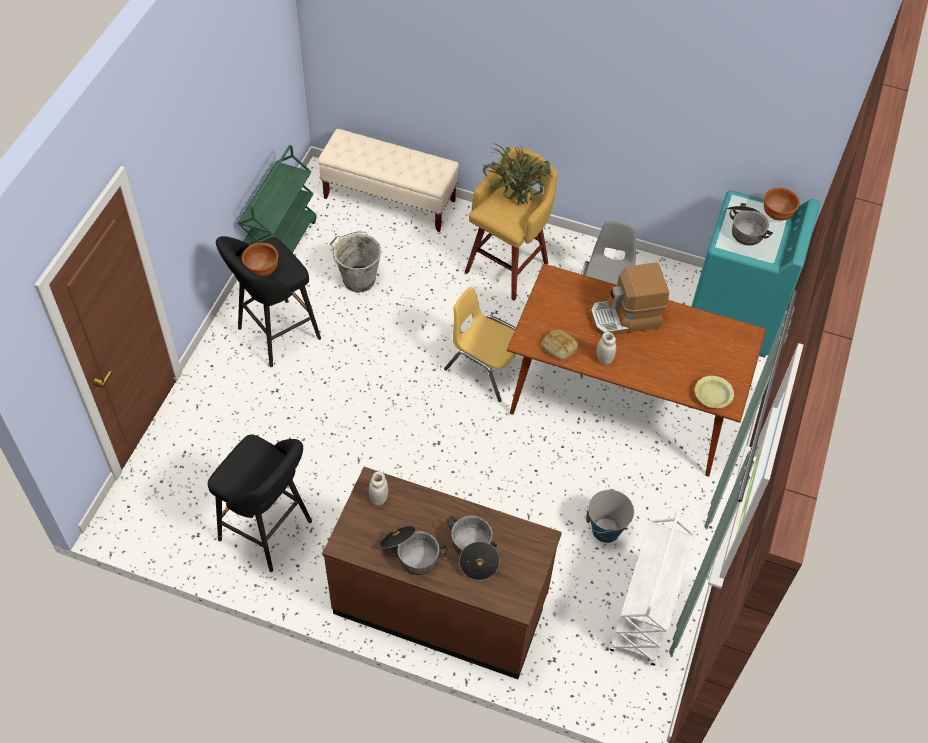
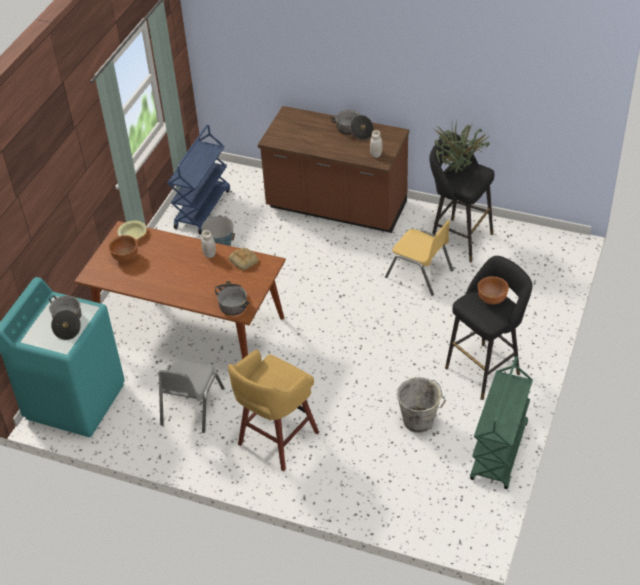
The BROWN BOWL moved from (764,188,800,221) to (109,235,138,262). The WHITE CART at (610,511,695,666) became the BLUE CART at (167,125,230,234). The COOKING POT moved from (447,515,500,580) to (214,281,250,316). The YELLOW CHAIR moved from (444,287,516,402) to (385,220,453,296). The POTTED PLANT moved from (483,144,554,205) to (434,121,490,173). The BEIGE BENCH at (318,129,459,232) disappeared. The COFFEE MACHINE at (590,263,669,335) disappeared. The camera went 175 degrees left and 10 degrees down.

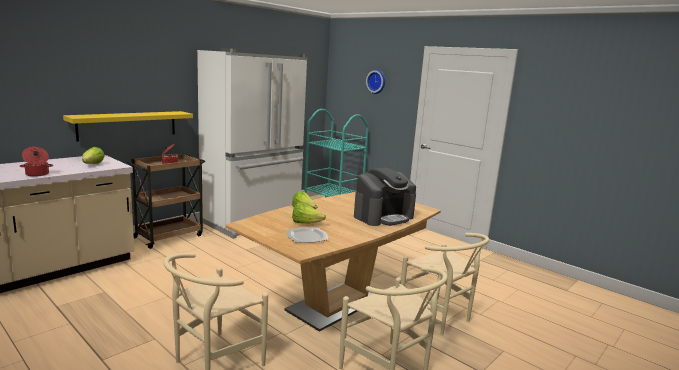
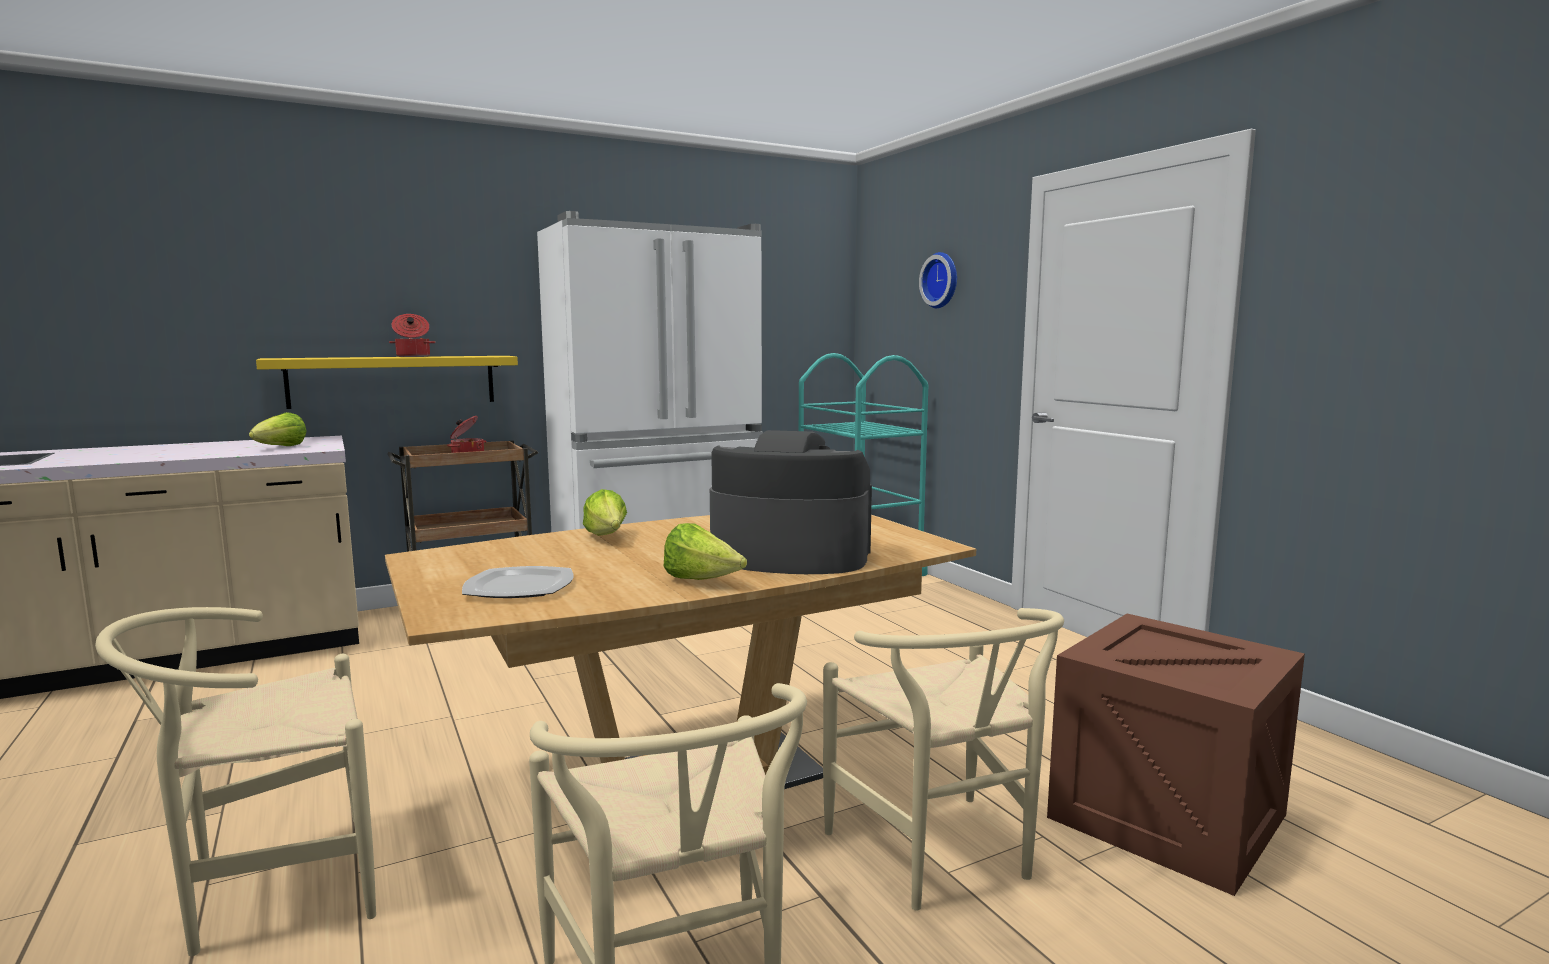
The COOKING POT moved from (20,147,53,177) to (389,314,435,357). The LETTUCE moved from (292,203,326,224) to (664,523,747,580). The COFFEE MACHINE at (354,168,416,226) turned 150 degrees counterclockwise. The CRATE at (1047,614,1305,896) appeared. The camera went 20 degrees right and 5 degrees down.

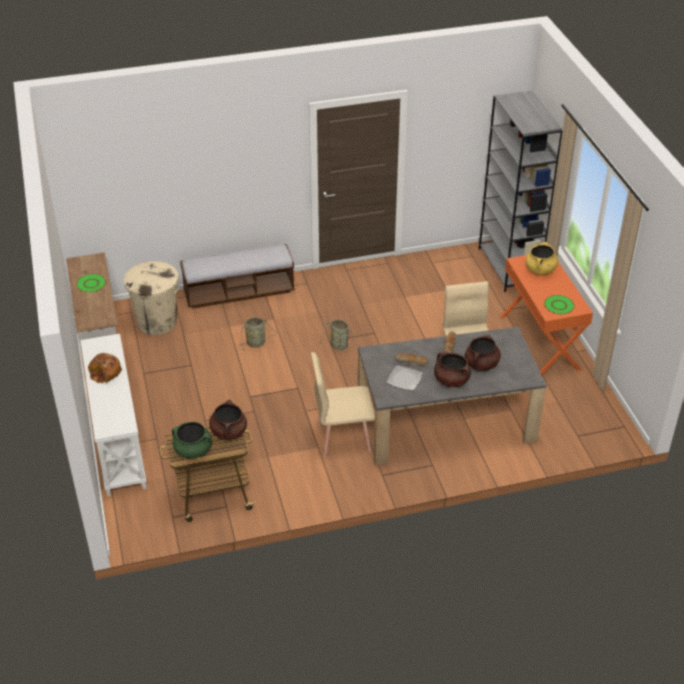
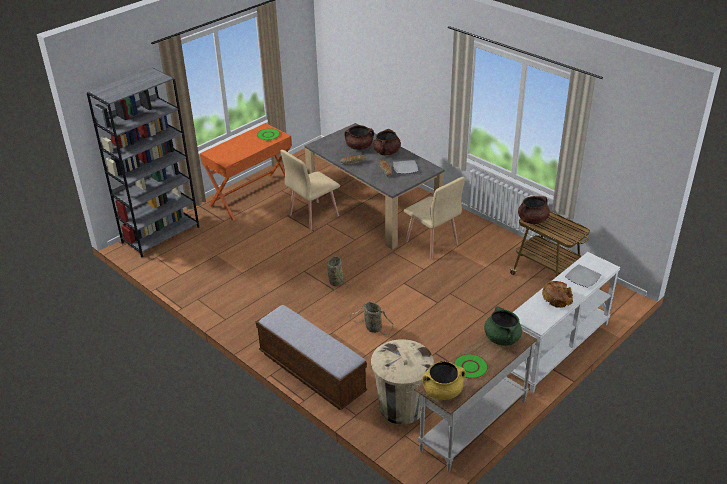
The YELLOW COOKING POT moved from (526,242,558,275) to (422,361,466,400). The GREEN COOKING POT moved from (172,422,212,458) to (484,306,522,346). The PLATE at (565,264,601,287) appeared. The camera went 120 degrees left and 5 degrees down.

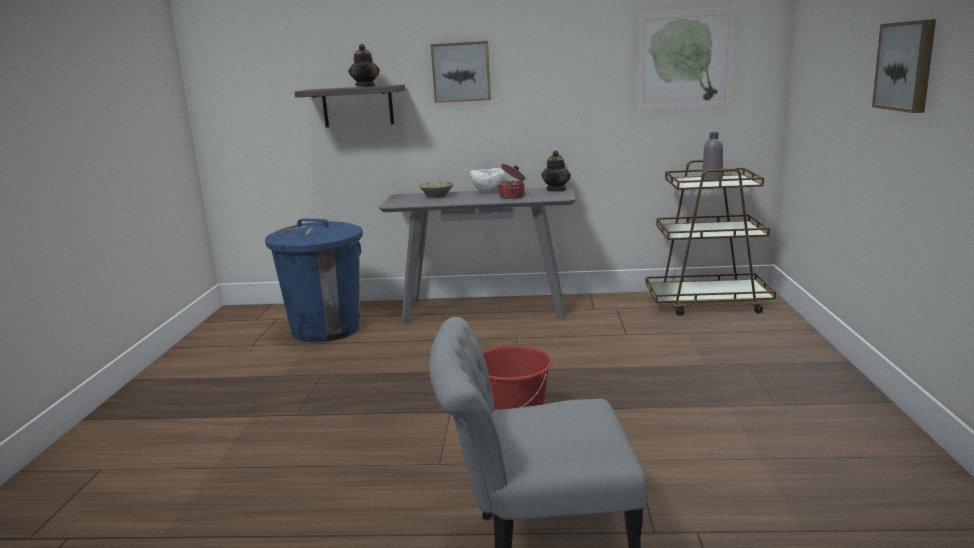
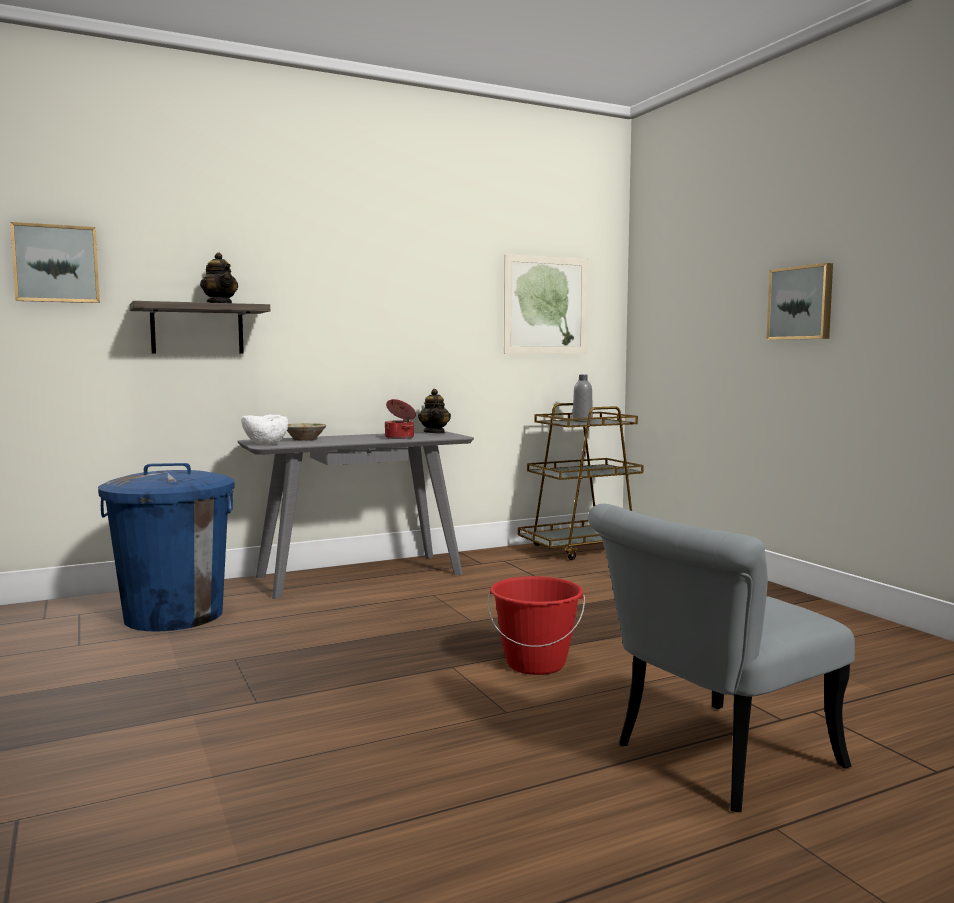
The PICTURE moved from (431,41,491,103) to (10,222,100,303). The WHITE BOWL moved from (470,168,505,193) to (241,414,288,445). The camera went 30 degrees left and 10 degrees down.

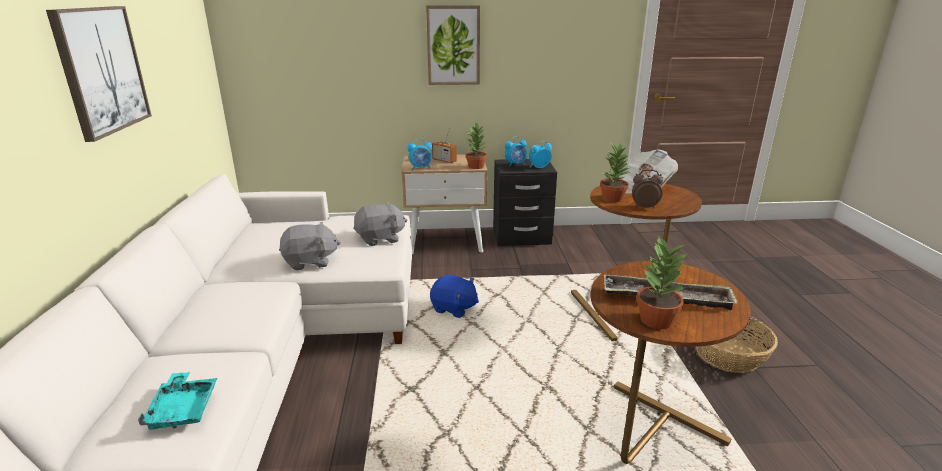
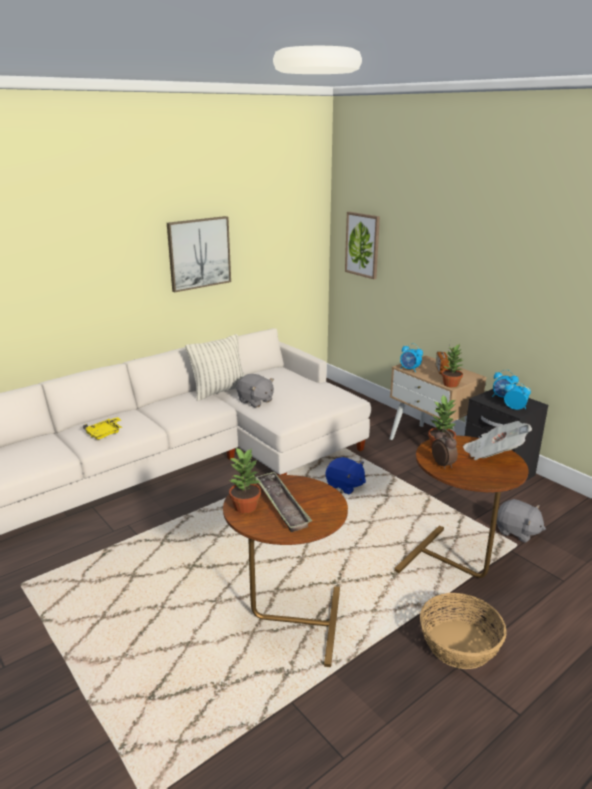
The TURQUOISE TRAY at (138,372,217,430) became the YELLOW TRAY at (83,417,122,439). The PILLOW at (185,334,245,401) appeared. The BLUE PLUSH TOY at (430,275,479,318) turned 45 degrees counterclockwise. The PICTURE moved from (426,5,480,85) to (345,212,380,279). The GREY PLUSH TOY moved from (353,202,407,246) to (496,499,546,543). The camera went 55 degrees right and 0 degrees up.

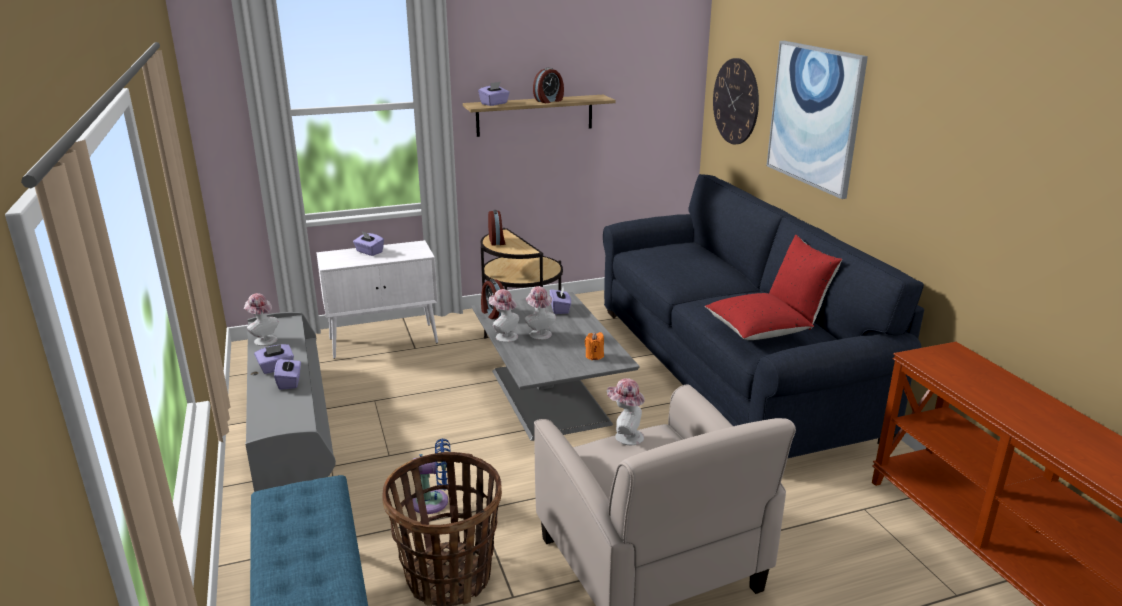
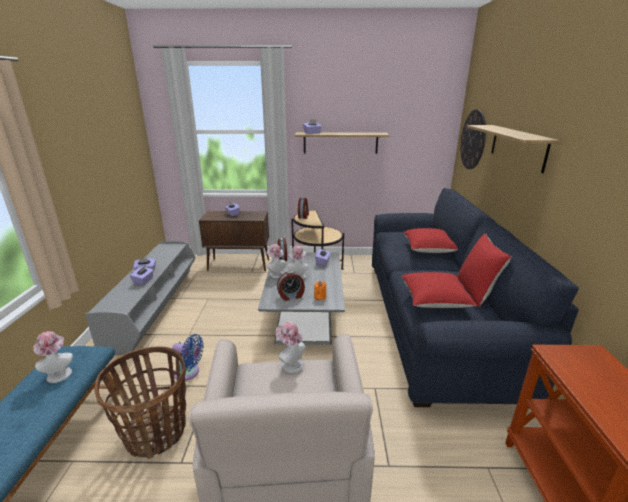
The HAT moved from (244,293,279,346) to (33,331,72,383). The WHITE CABINET at (316,240,438,359) became the BROWN CABINET at (199,211,269,271). The ALARM CLOCK moved from (533,68,564,103) to (277,271,305,301). The RED PILLOW at (403,228,458,253) appeared. The PICTURE at (767,41,868,199) was replaced by the SHELF at (467,125,560,173). The camera went 20 degrees right and 0 degrees up.

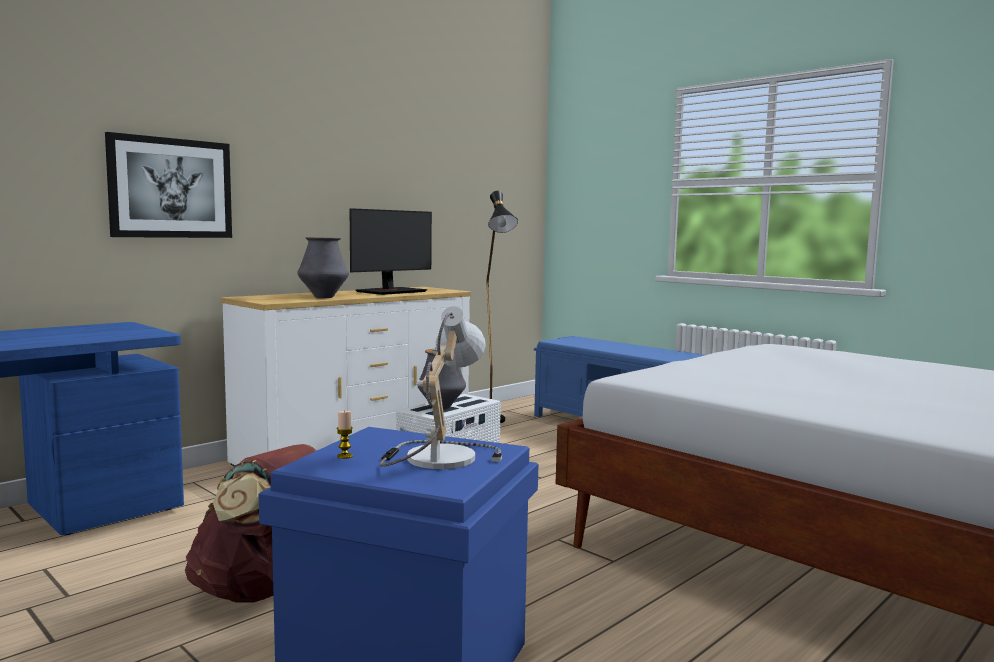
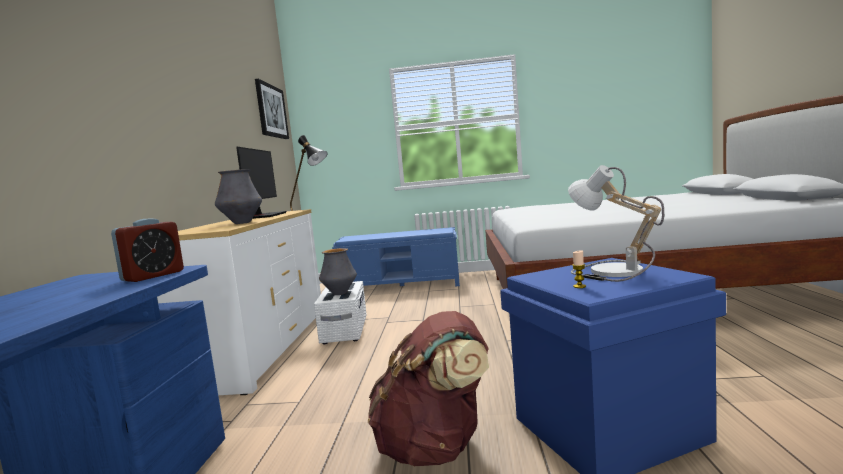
The ALARM CLOCK at (111,218,184,282) appeared. The PICTURE moved from (105,132,232,238) to (255,79,289,139). The camera went 40 degrees left and 0 degrees up.

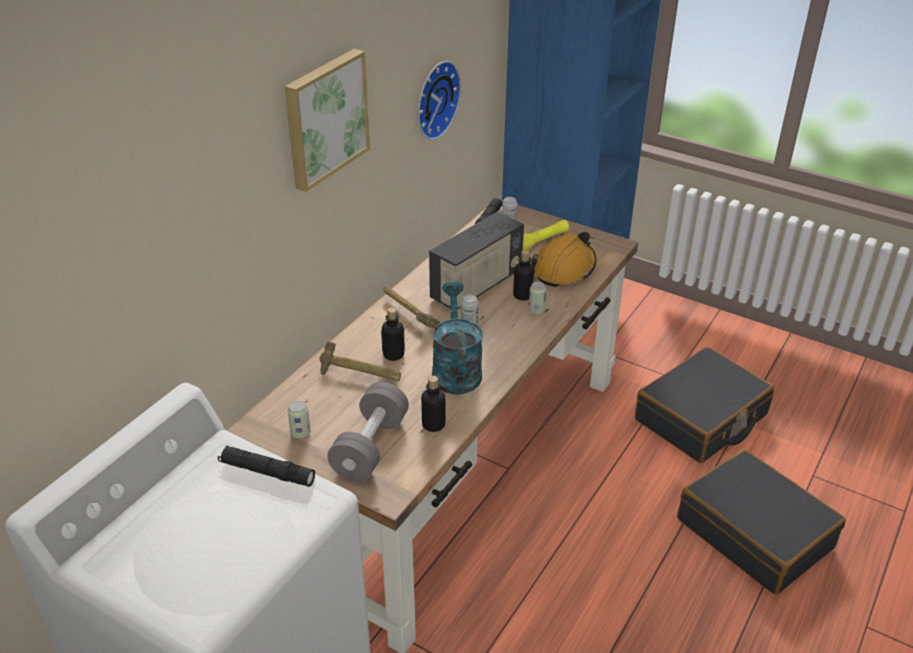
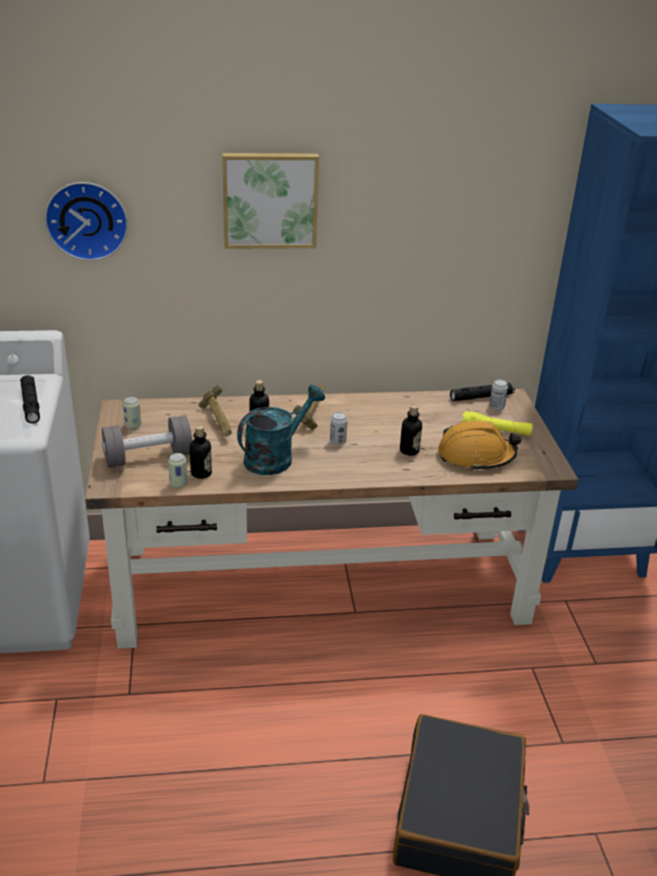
The WALL CLOCK moved from (418,61,461,140) to (44,182,128,261). The CAN moved from (529,282,546,315) to (168,453,188,488). The RADIO at (429,212,524,309) disappeared. The BLACK SUITCASE at (635,347,774,463) disappeared. The camera went 50 degrees right and 5 degrees down.

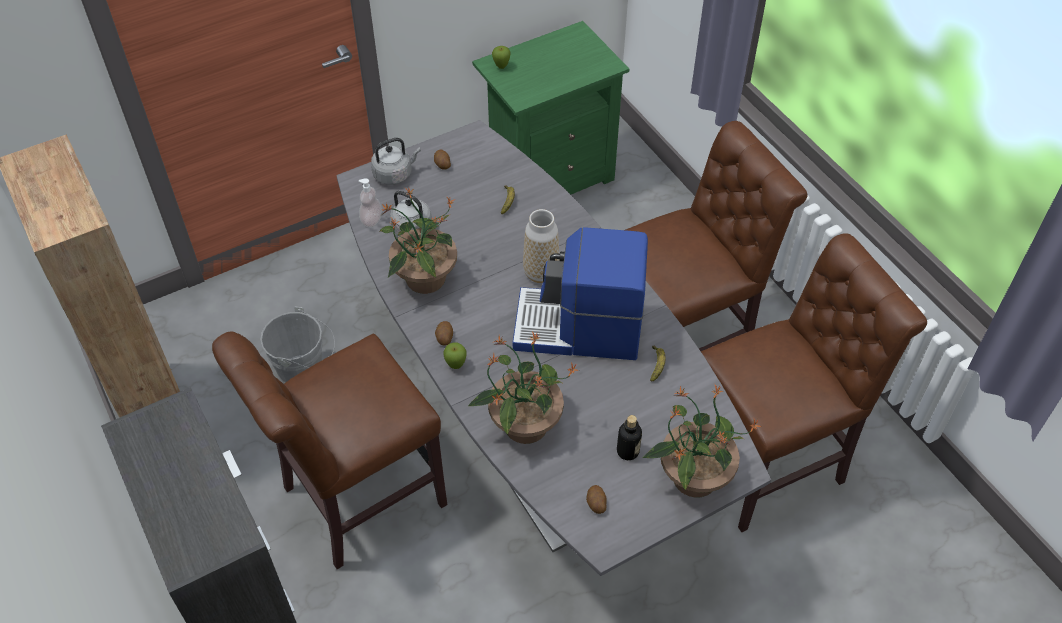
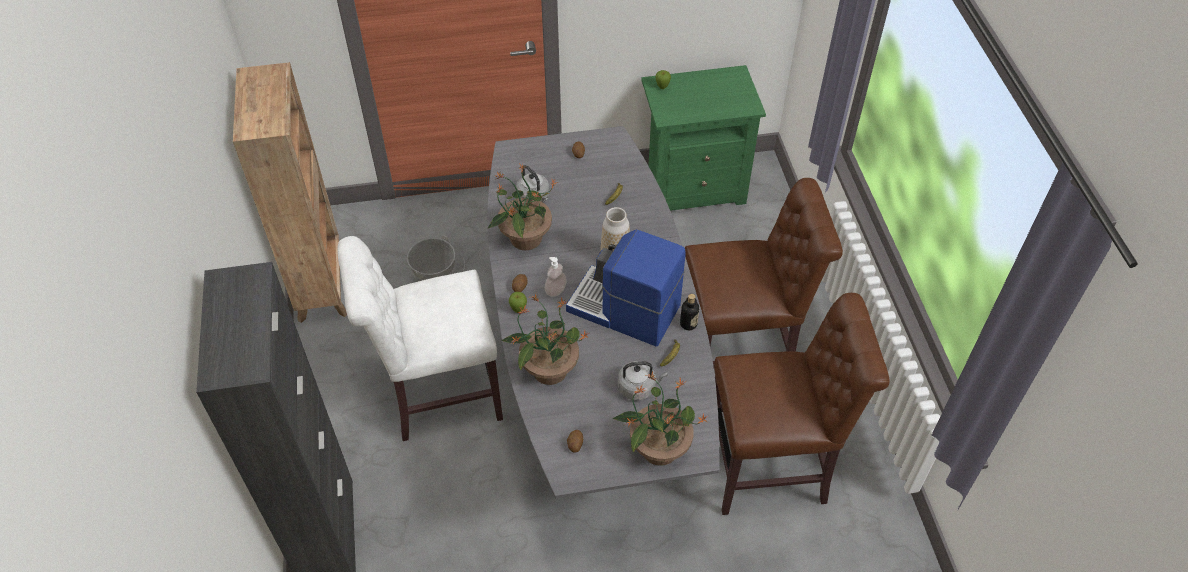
The BROWN CHAIR at (212,331,447,569) became the WHITE CHAIR at (338,236,503,441). The SOAP DISPENSER moved from (359,178,382,227) to (545,257,567,297). The GREY KETTLE moved from (371,138,421,185) to (618,361,668,401). The BOTTLE moved from (617,415,642,460) to (680,294,699,330). The camera went 20 degrees right and 0 degrees up.

